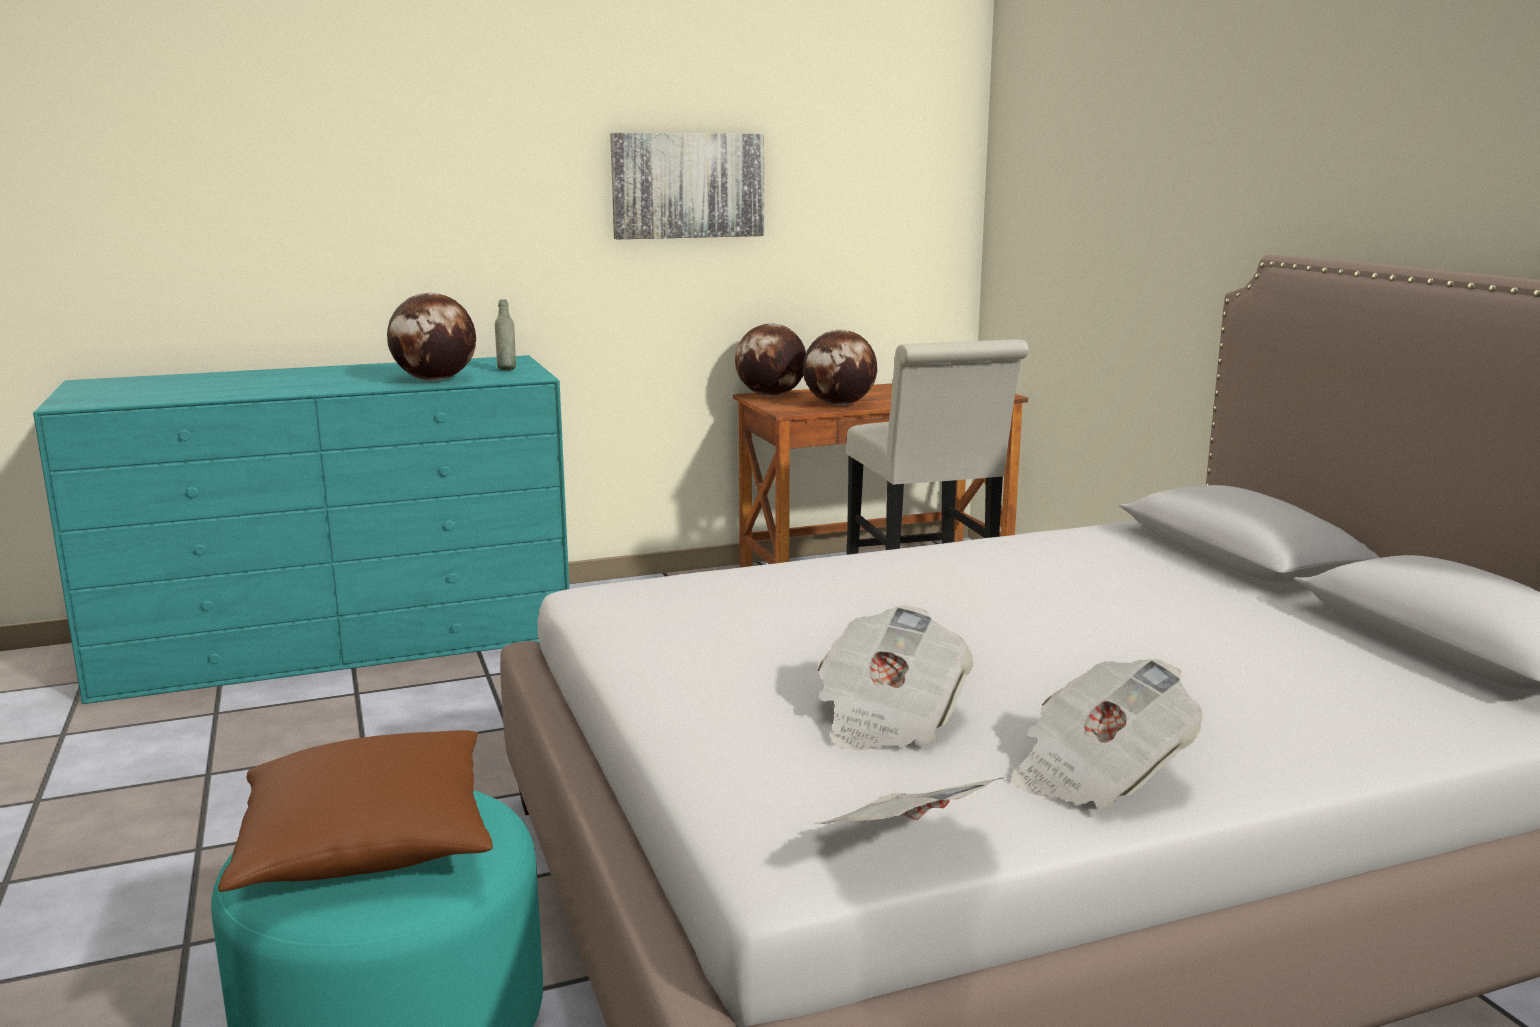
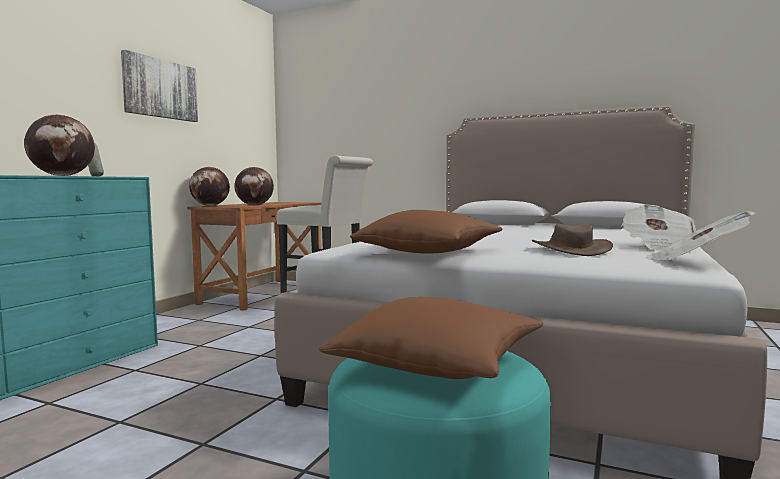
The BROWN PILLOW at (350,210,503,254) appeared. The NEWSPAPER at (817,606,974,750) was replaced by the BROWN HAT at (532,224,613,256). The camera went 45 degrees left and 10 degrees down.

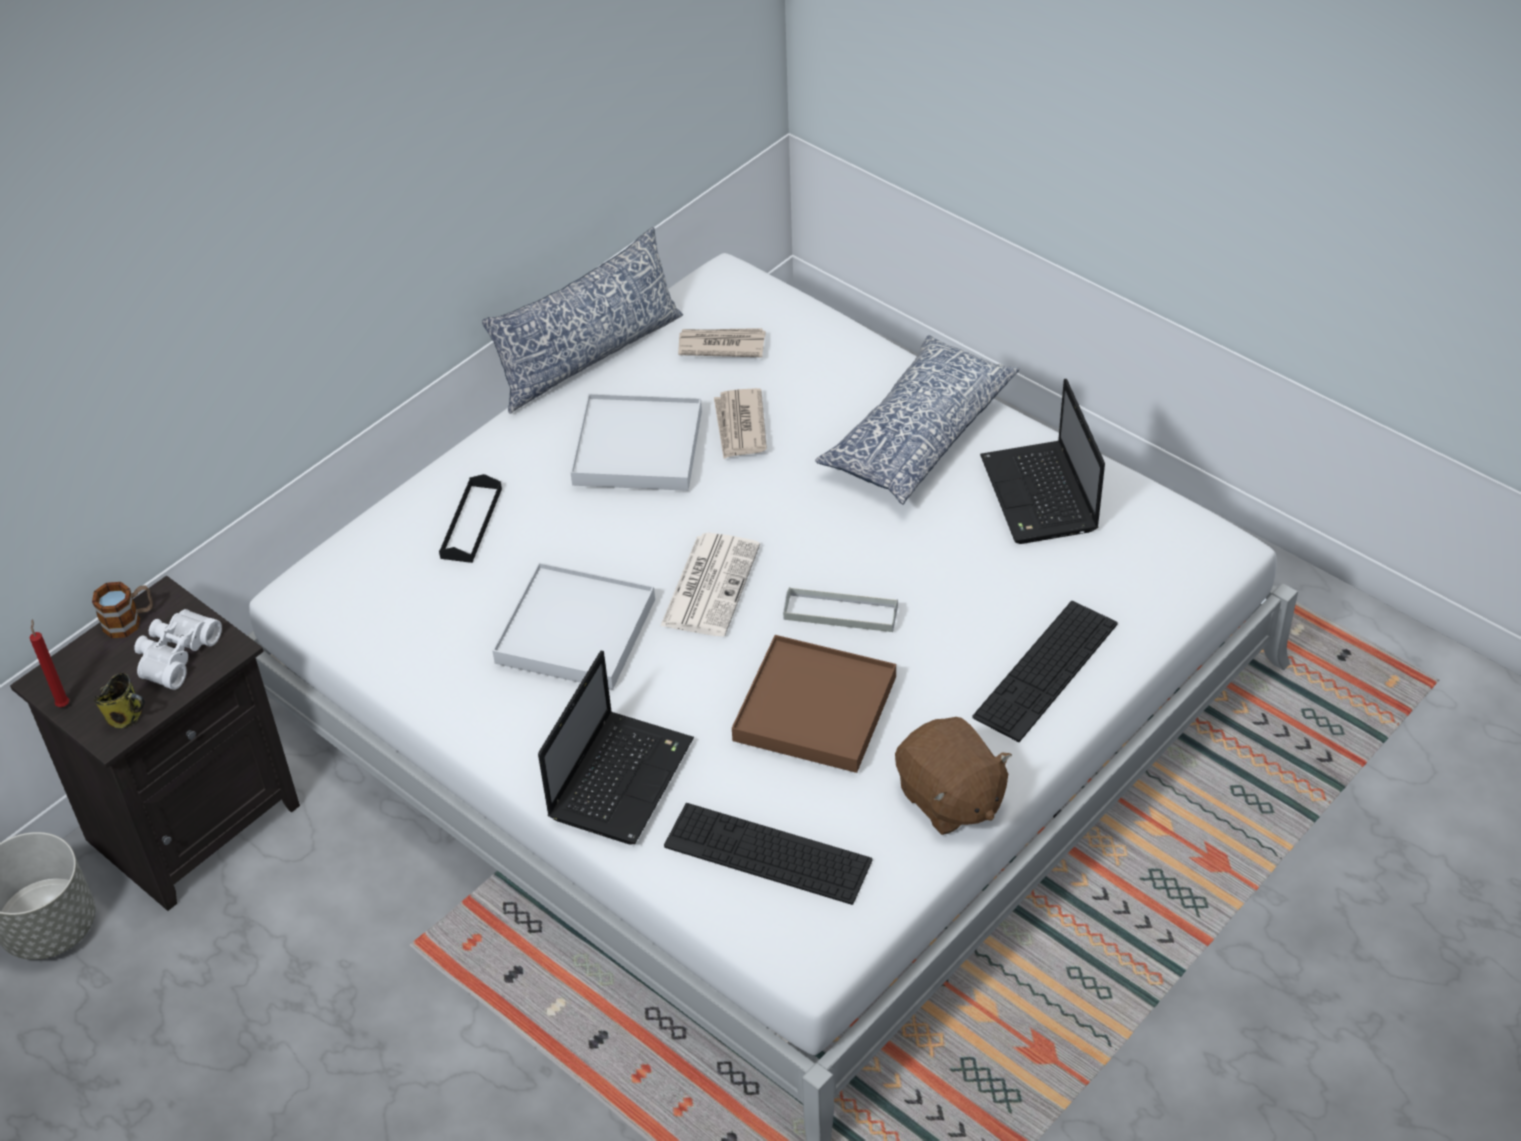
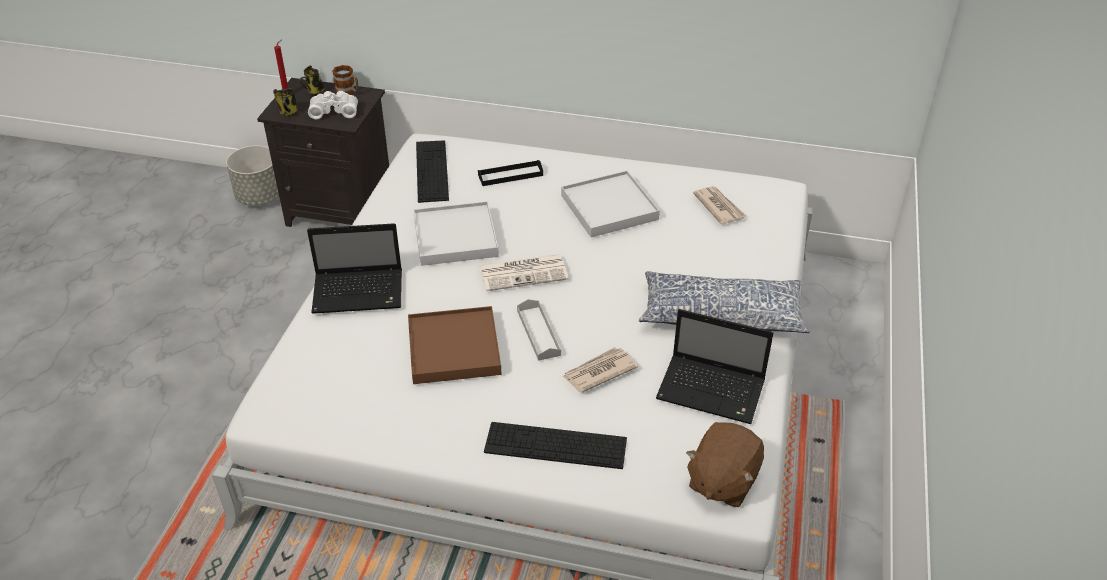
The MUG at (299,66,326,95) appeared. The KEYBOARD moved from (664,803,873,905) to (416,140,449,203). The NEWSPAPER moved from (714,388,767,459) to (562,347,638,393). The LAPTOP at (980,379,1105,544) turned 120 degrees counterclockwise. The BROWN PLUSH TOY moved from (895,717,1012,835) to (686,422,764,507). The PILLOW at (482,227,683,414) disappeared. The camera went 60 degrees right and 5 degrees down.

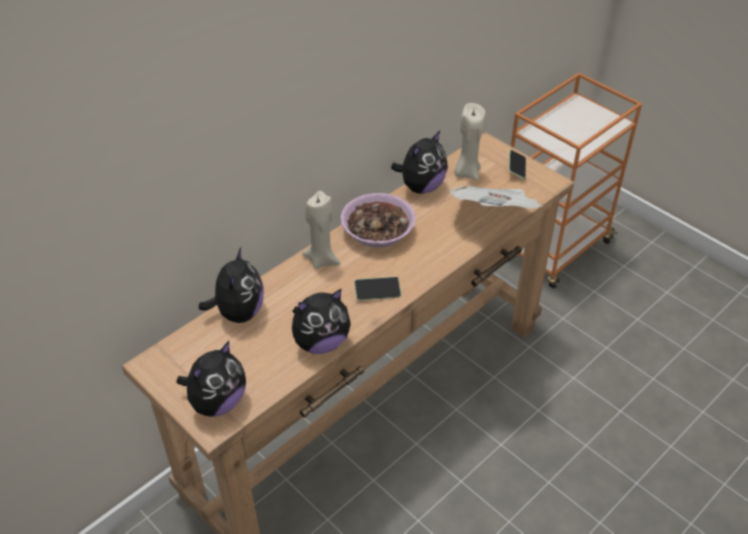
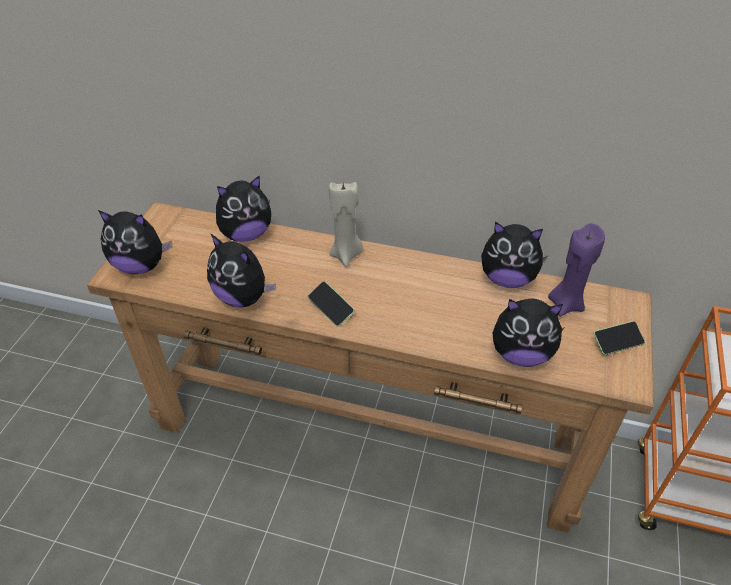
The NEWSPAPER at (450,185,544,209) was replaced by the PLUSH TOY at (493,299,564,367). The BEIGE CANDLE at (454,103,486,180) became the PURPLE CANDLE at (548,223,605,316). The BOWL at (341,193,416,248) disappeared. The camera went 60 degrees right and 0 degrees up.

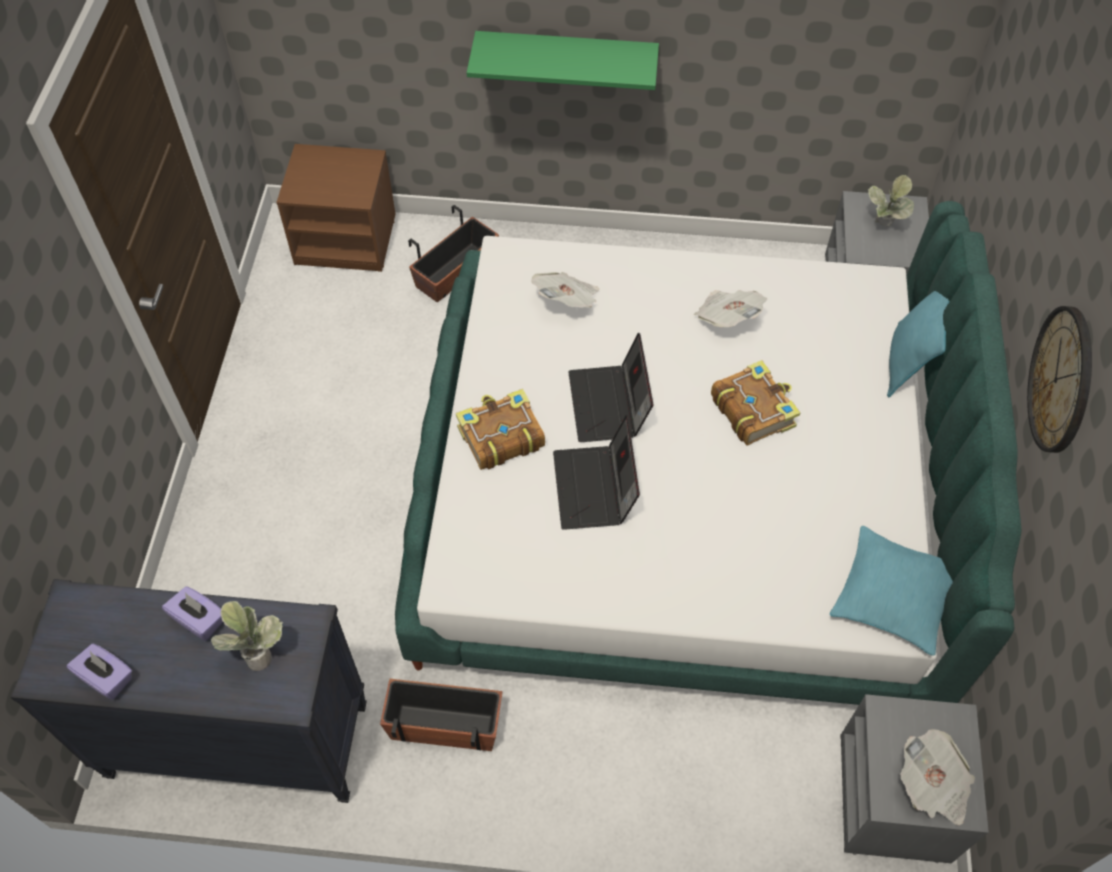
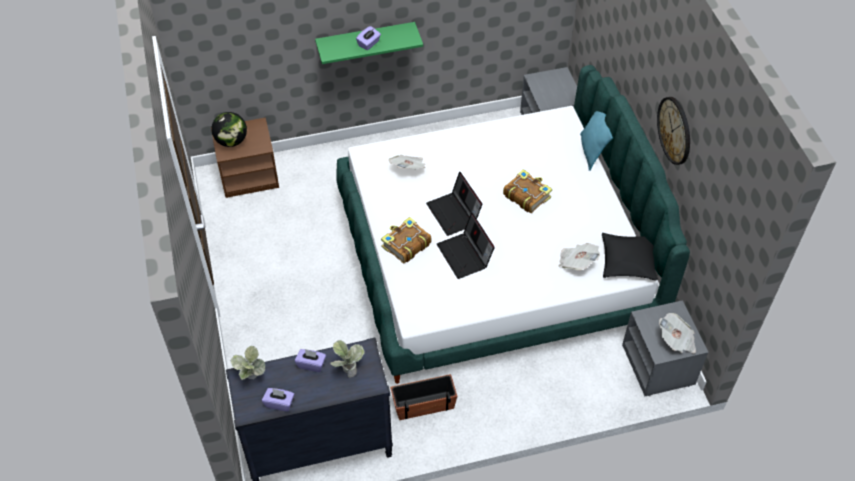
The GLOBE at (211,112,247,147) appeared. The POTTED PLANT moved from (868,175,914,227) to (230,346,265,380). The PURPLE TISSUE BOX at (356,26,381,50) appeared. The NEWSPAPER moved from (694,290,768,327) to (559,243,600,270). The TURQUOISE PILLOW at (830,526,953,656) became the BLACK PILLOW at (602,233,658,280). The PLANTER at (408,205,499,302) disappeared. The camera went 20 degrees left and 5 degrees down.

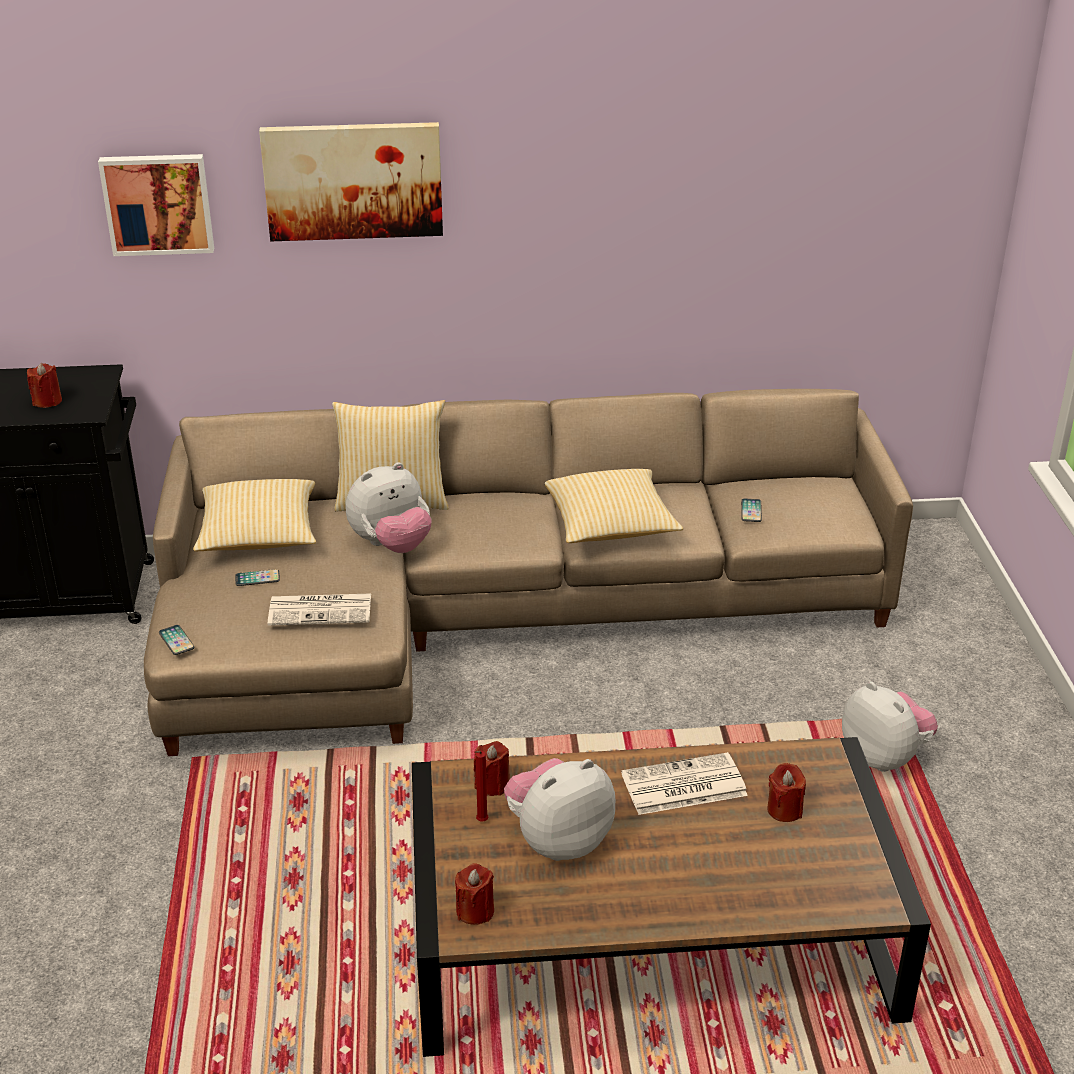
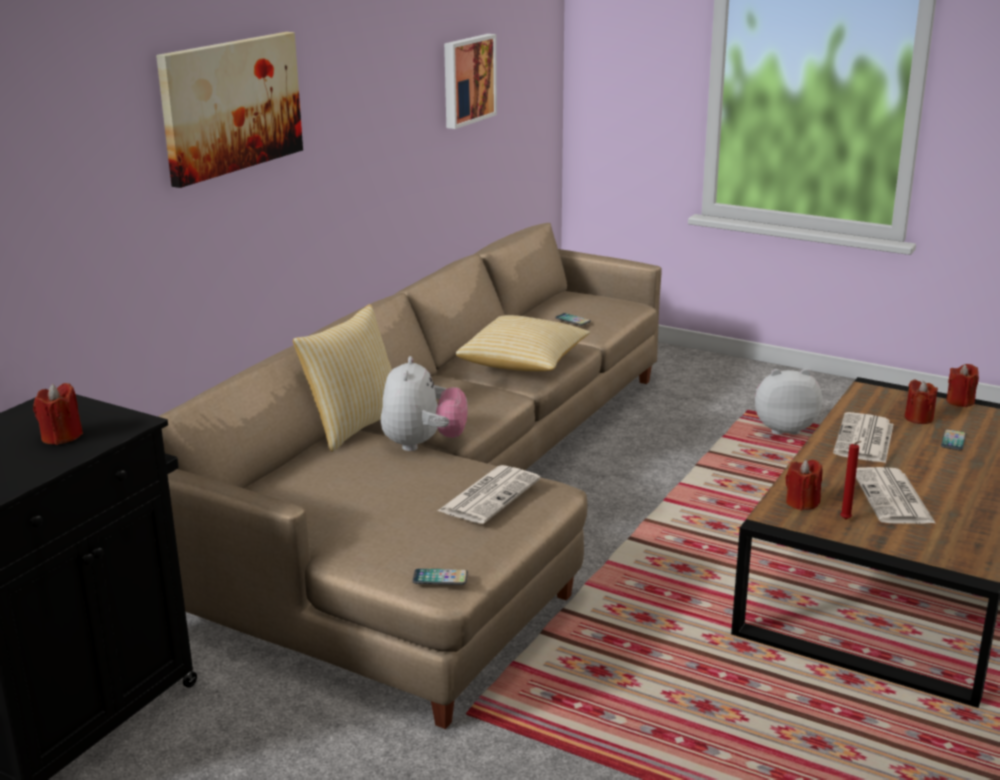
The PICTURE moved from (98,154,214,256) to (444,34,497,129). The PLUSH TOY at (504,758,615,861) was replaced by the NEWSPAPER at (856,467,936,524). The PHONE moved from (235,569,280,586) to (941,429,966,450). The RED CANDLE moved from (455,863,494,925) to (946,364,979,407). The PILLOW at (193,479,316,551) disappeared. The camera went 55 degrees left and 10 degrees down.

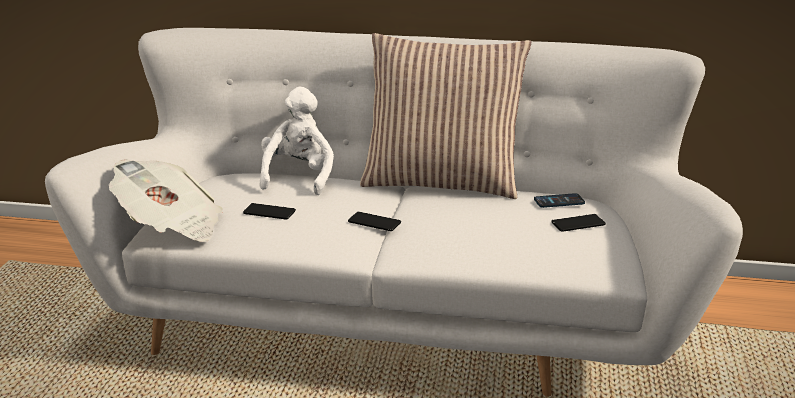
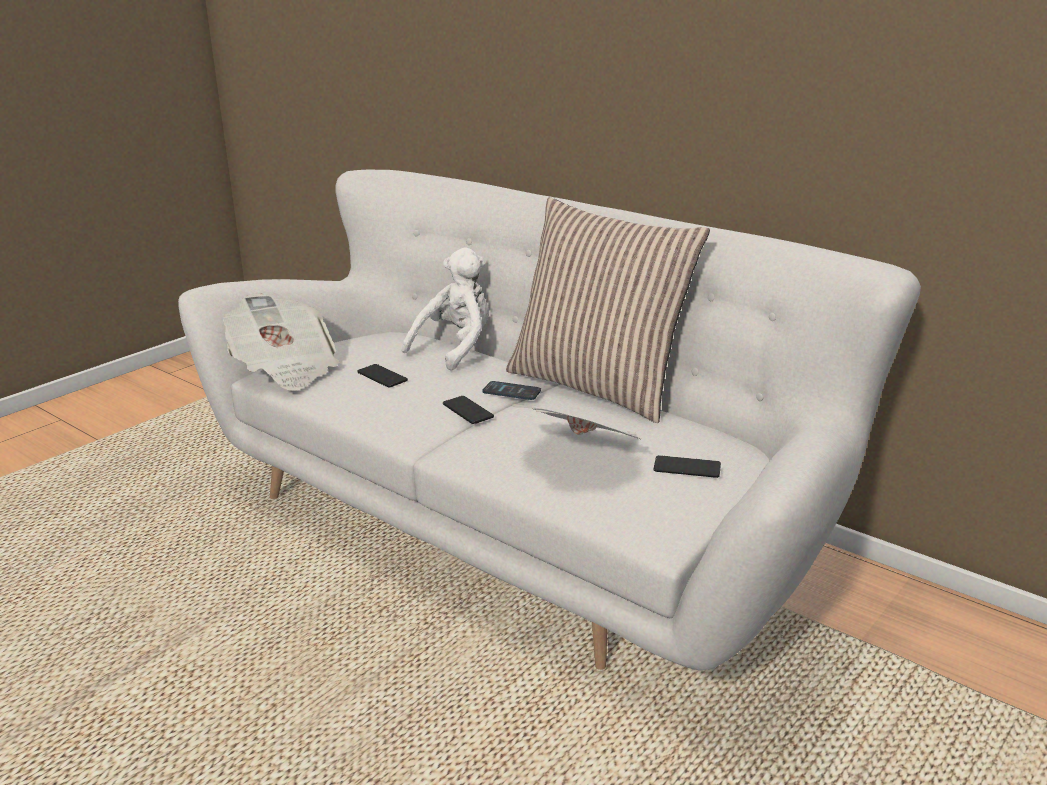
The PHONE moved from (534,193,585,208) to (482,381,541,400). The NEWSPAPER at (512,404,642,439) appeared. The camera went 30 degrees right and 0 degrees up.

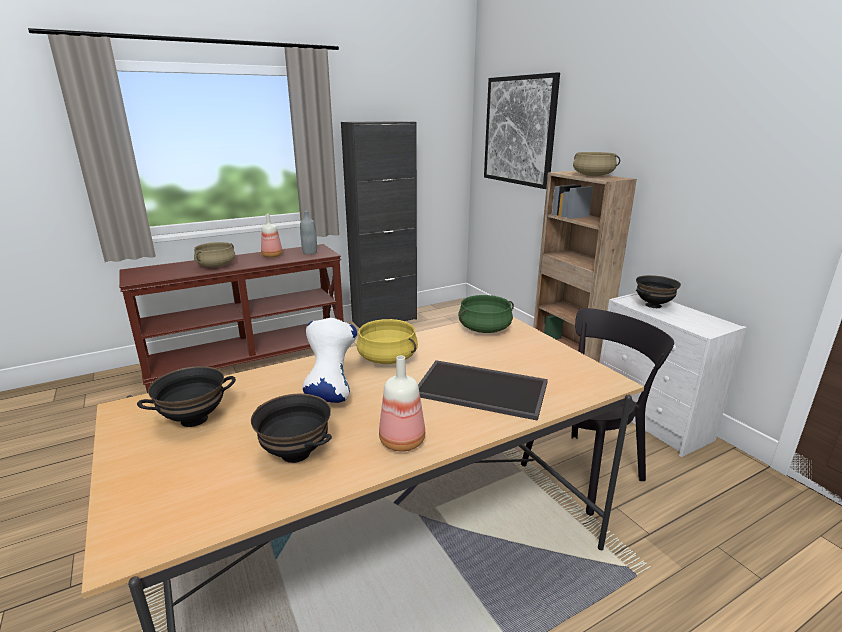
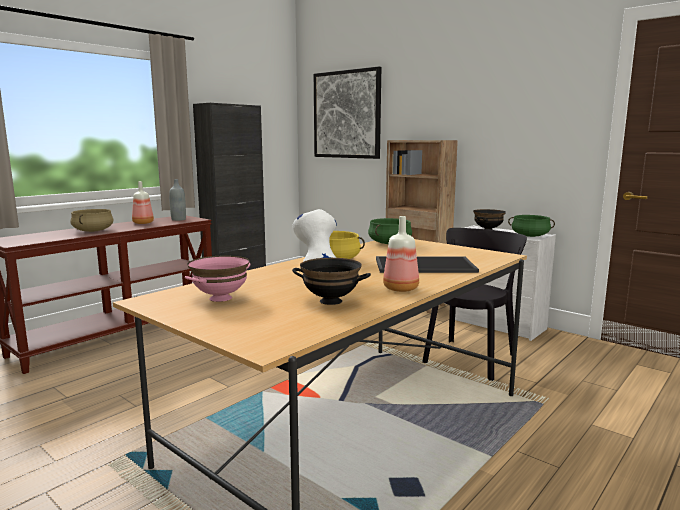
The BLACK BOWL at (137,366,236,427) became the PINK BOWL at (185,256,251,302). The GREEN COOKING POT at (508,215,555,237) appeared. The BEIGE COOKING POT at (573,152,620,176) disappeared. The camera went 20 degrees left and 10 degrees down.

